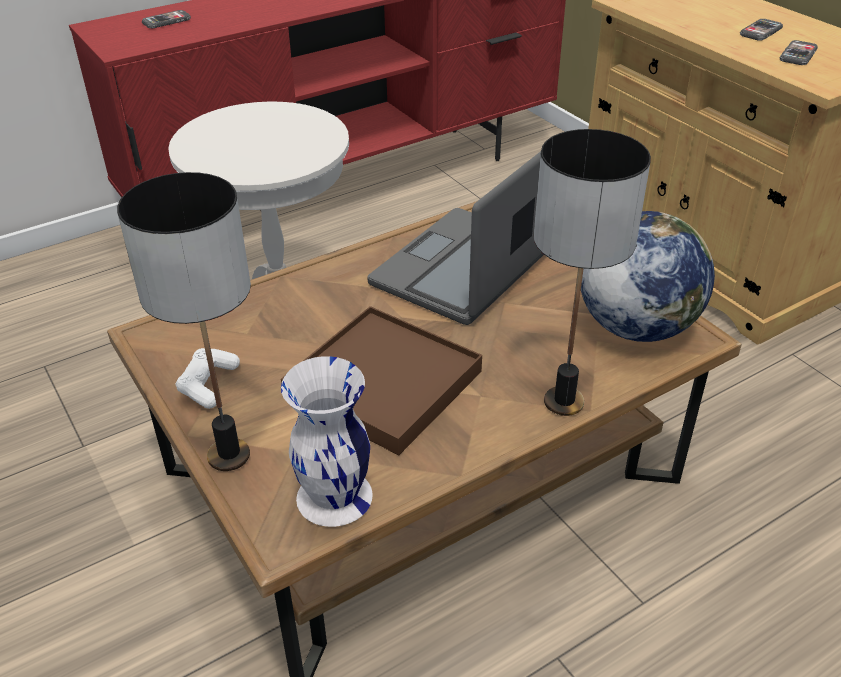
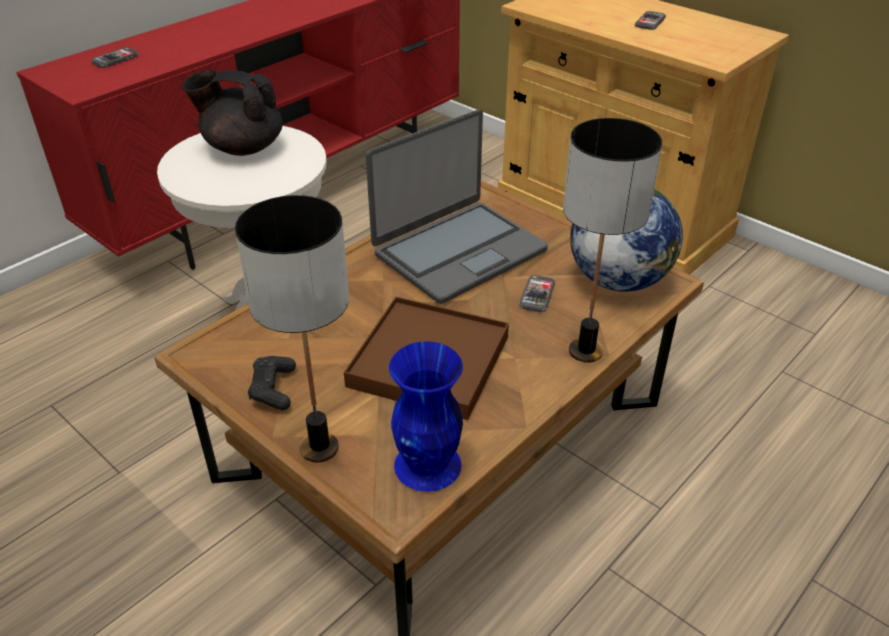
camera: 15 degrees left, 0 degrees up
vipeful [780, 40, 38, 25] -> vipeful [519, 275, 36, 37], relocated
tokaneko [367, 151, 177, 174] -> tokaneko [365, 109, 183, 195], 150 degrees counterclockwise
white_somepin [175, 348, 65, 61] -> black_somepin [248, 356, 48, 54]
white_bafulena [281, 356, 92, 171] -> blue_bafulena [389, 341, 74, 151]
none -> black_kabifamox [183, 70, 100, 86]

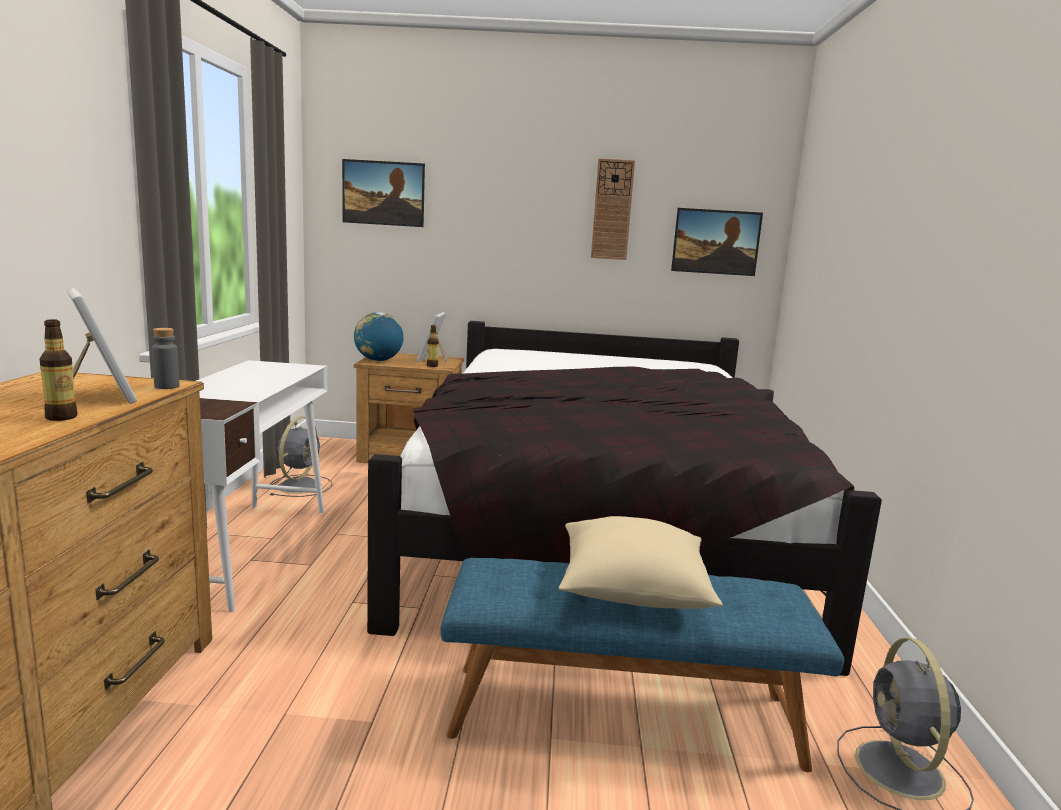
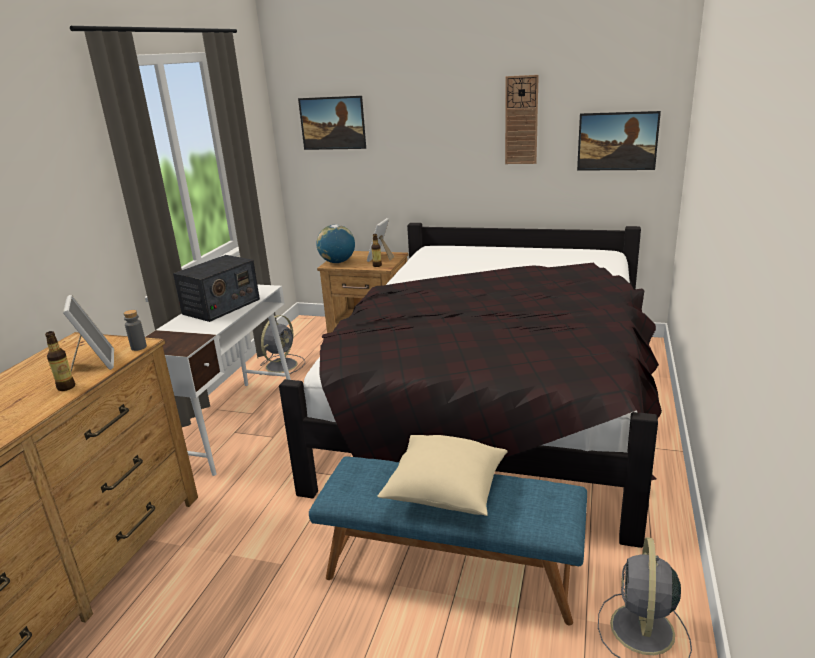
camera: 15 degrees right, 10 degrees up
none -> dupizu [173, 255, 87, 67]

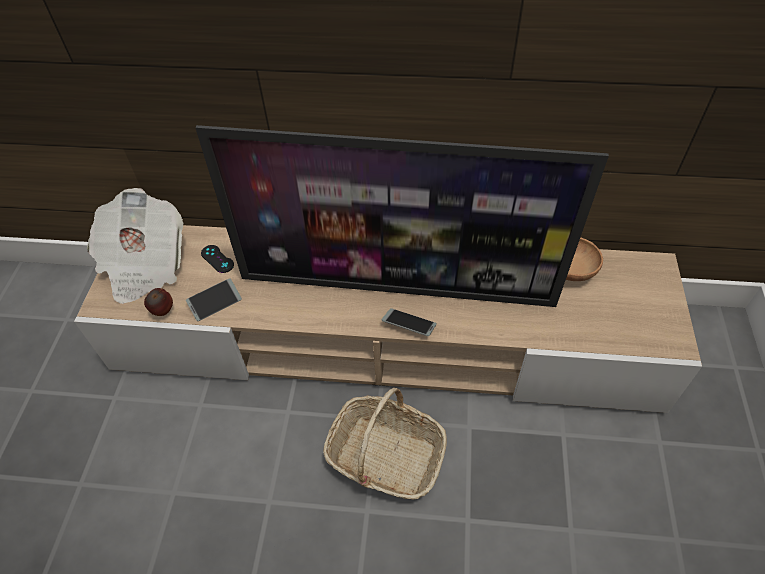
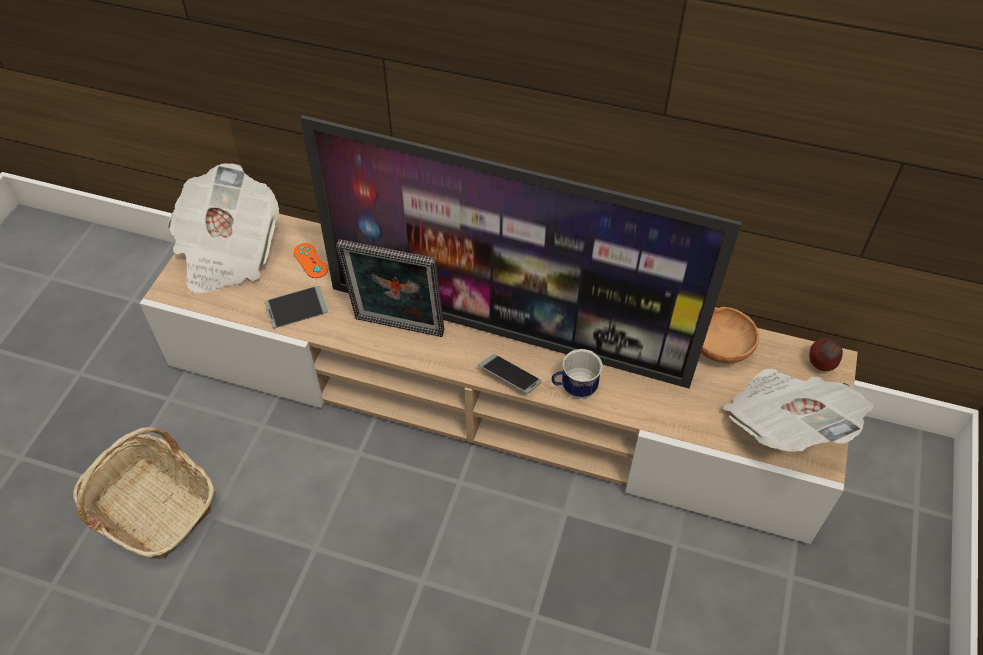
camera: 10 degrees right, 0 degrees up
black_somepin [201, 245, 33, 28] -> orange_somepin [294, 243, 34, 35]
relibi [144, 288, 29, 28] -> relibi [809, 338, 34, 33], relocated
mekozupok [323, 388, 124, 111] -> mekozupok [73, 427, 142, 132], relocated
none -> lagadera [336, 239, 109, 98]
none -> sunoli [552, 349, 51, 50]
none -> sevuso [722, 368, 152, 84]

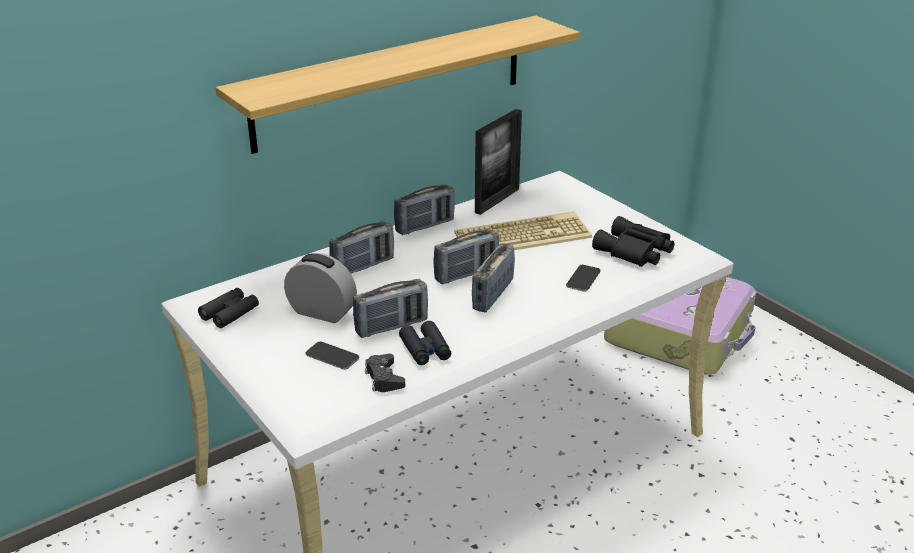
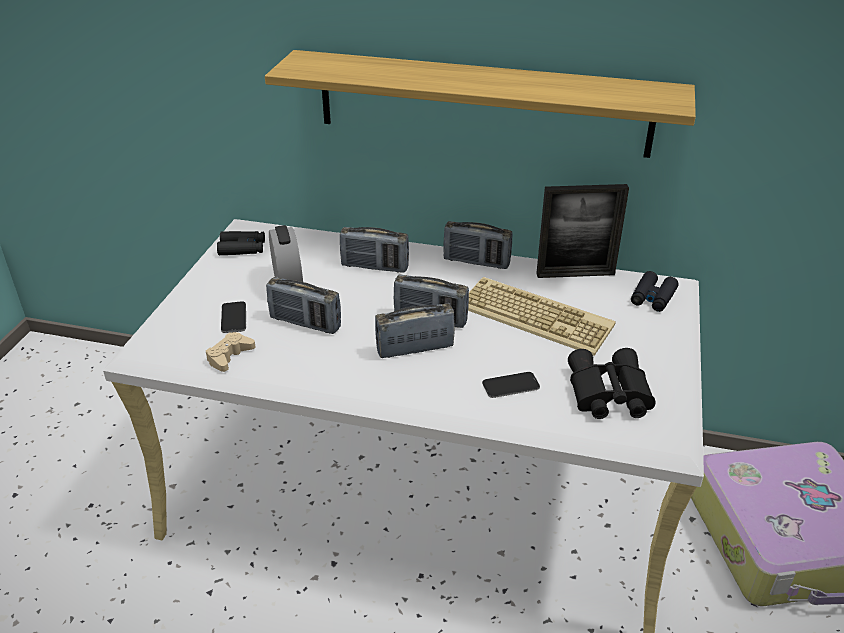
camera: 50 degrees right, 5 degrees up
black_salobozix [399, 321, 52, 44] -> black_salobozix [631, 271, 48, 41], relocated
black_somepin [365, 354, 40, 38] -> beige_somepin [206, 332, 49, 40]

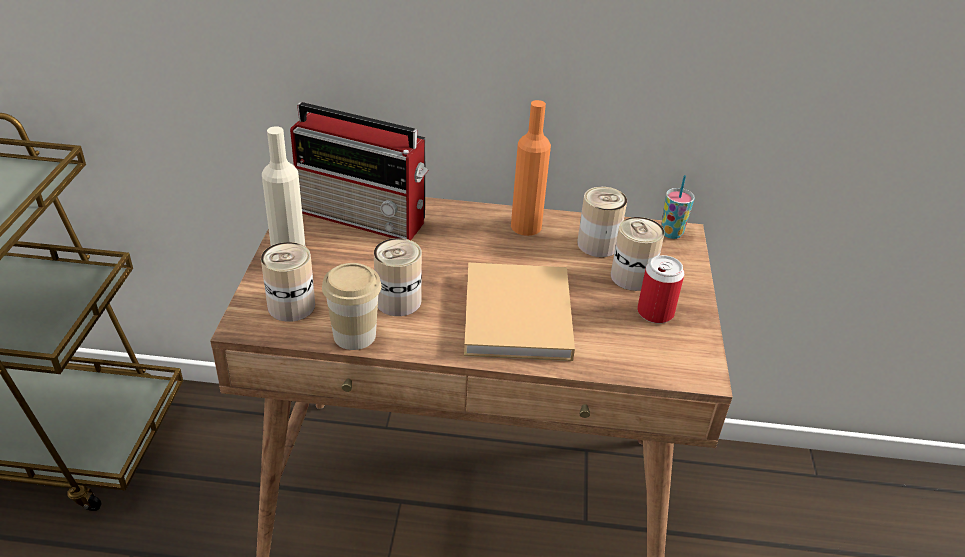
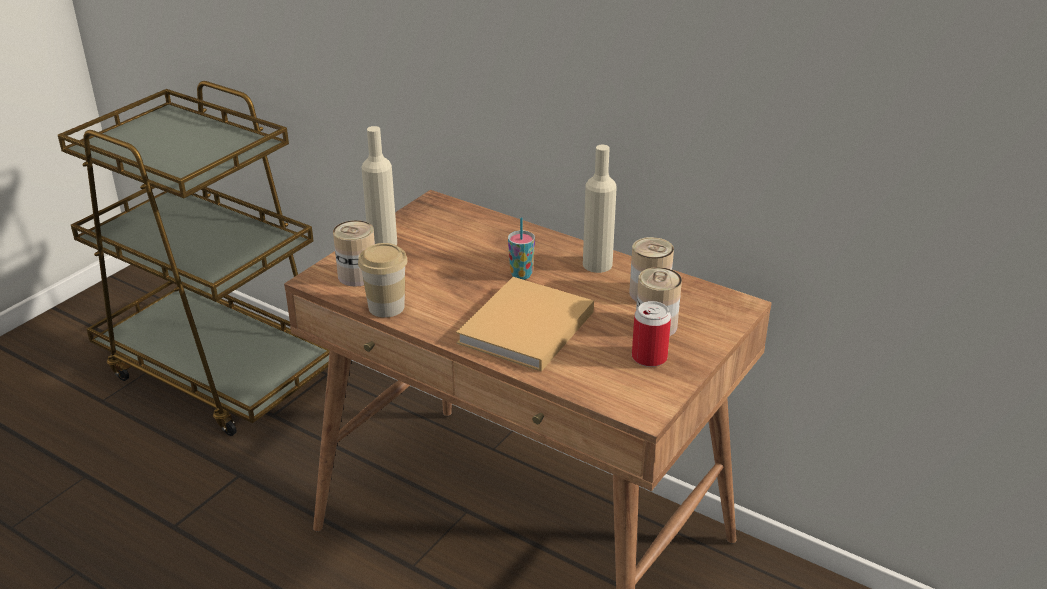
camera: 30 degrees right, 5 degrees down
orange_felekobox [511, 100, 40, 136] -> beige_felekobox [583, 145, 34, 128]
dupizu [290, 102, 138, 138] -> none
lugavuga [661, 175, 34, 64] -> lugavuga [508, 217, 27, 63], relocated
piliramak [374, 238, 48, 78] -> none

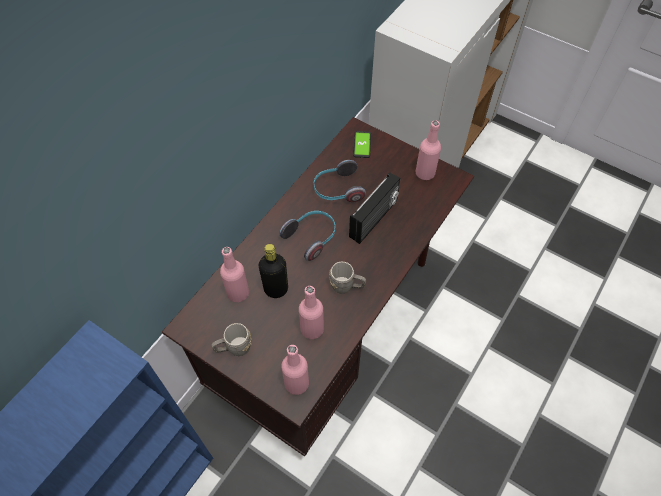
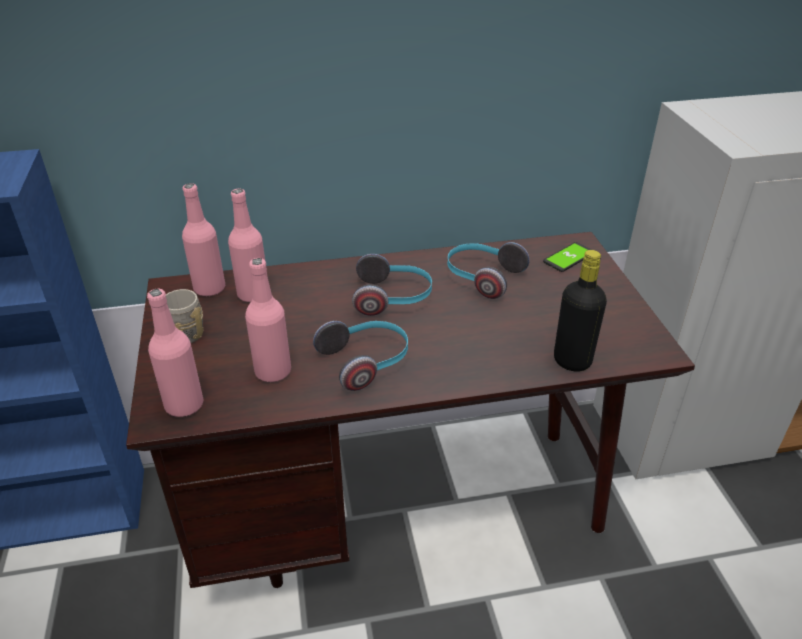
camera: 45 degrees right, 20 degrees down
pink_felekobox [416, 120, 25, 60] -> pink_felekobox [182, 183, 43, 113], relocated
dupizu [349, 172, 52, 72] -> none
black_felekobox [258, 244, 30, 54] -> black_felekobox [554, 250, 53, 122], relocated
grey_sunoli [329, 262, 37, 32] -> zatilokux [313, 321, 95, 70]

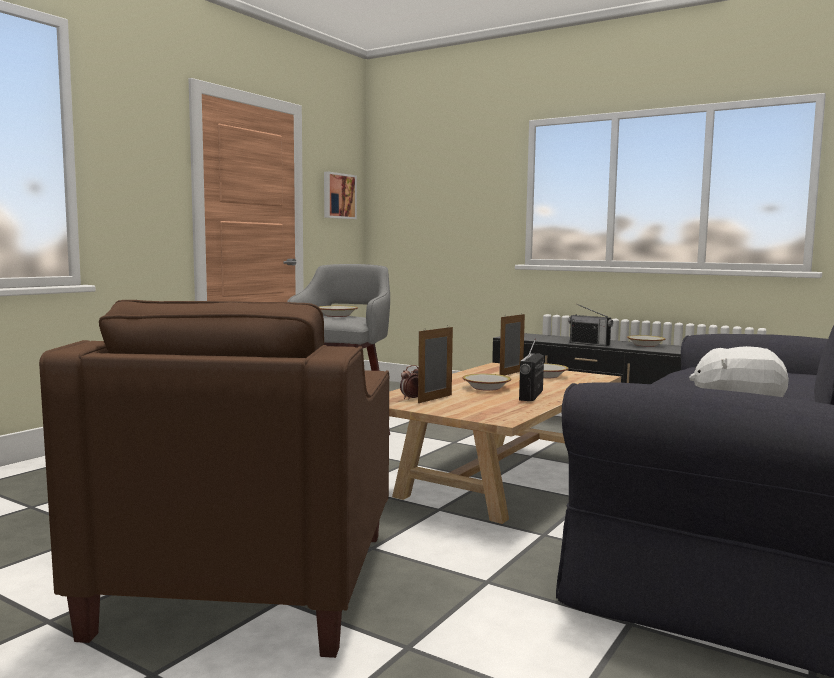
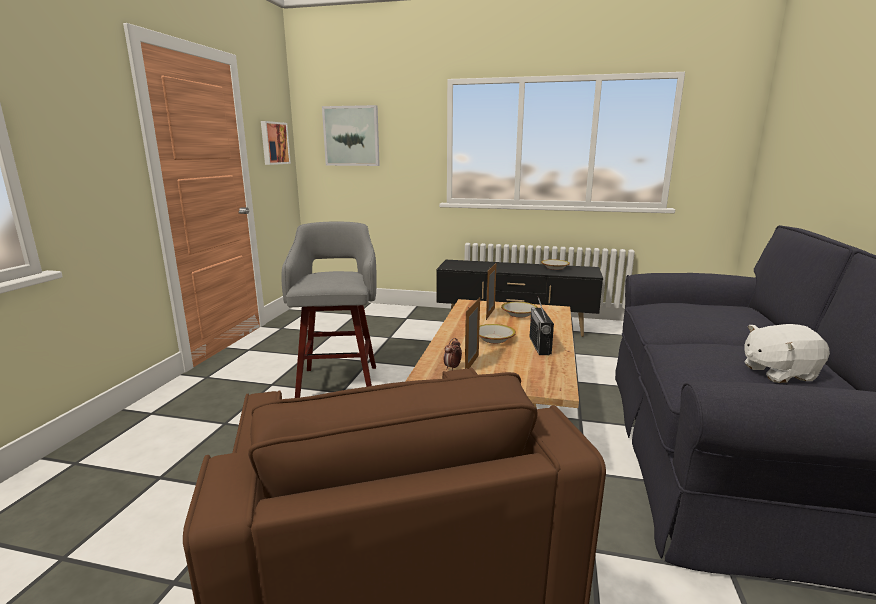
camera: 20 degrees left, 10 degrees up
dupizu [568, 304, 45, 42] -> none
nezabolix [319, 306, 39, 11] -> none
none -> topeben [322, 105, 58, 61]

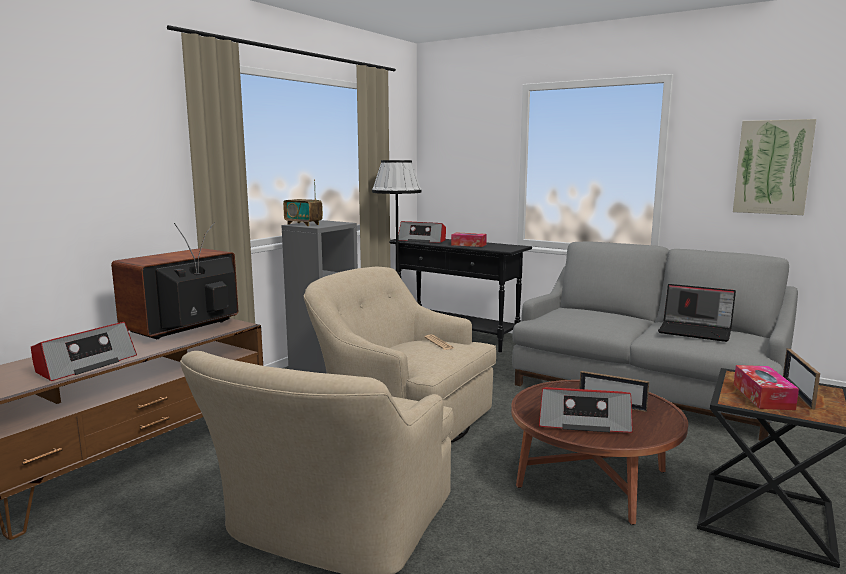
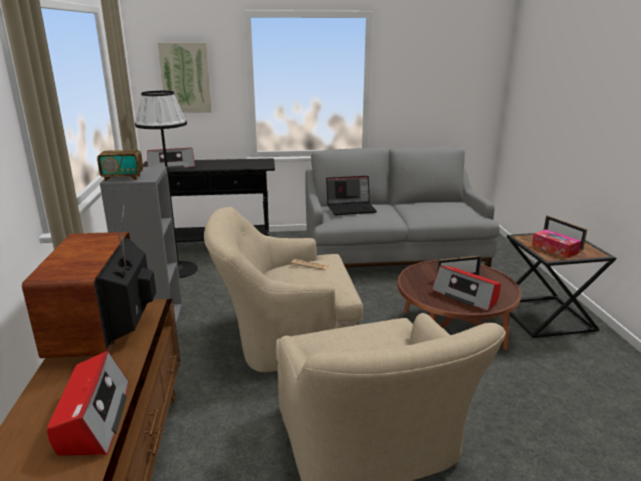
camera: 40 degrees left, 10 degrees up
topeben [733, 119, 83, 96] -> topeben [158, 42, 54, 71], relocated
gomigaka [451, 232, 36, 15] -> none
tokaneko [658, 284, 78, 58] -> tokaneko [326, 176, 51, 39], relocated
dupizu [539, 387, 94, 46] -> dupizu [432, 266, 69, 45], 75 degrees clockwise

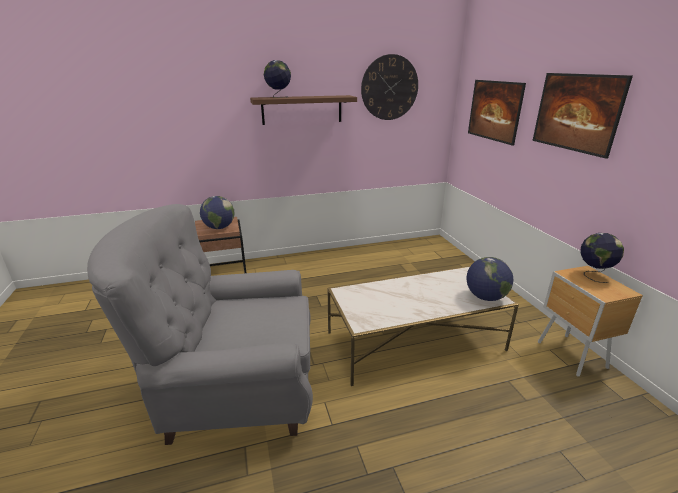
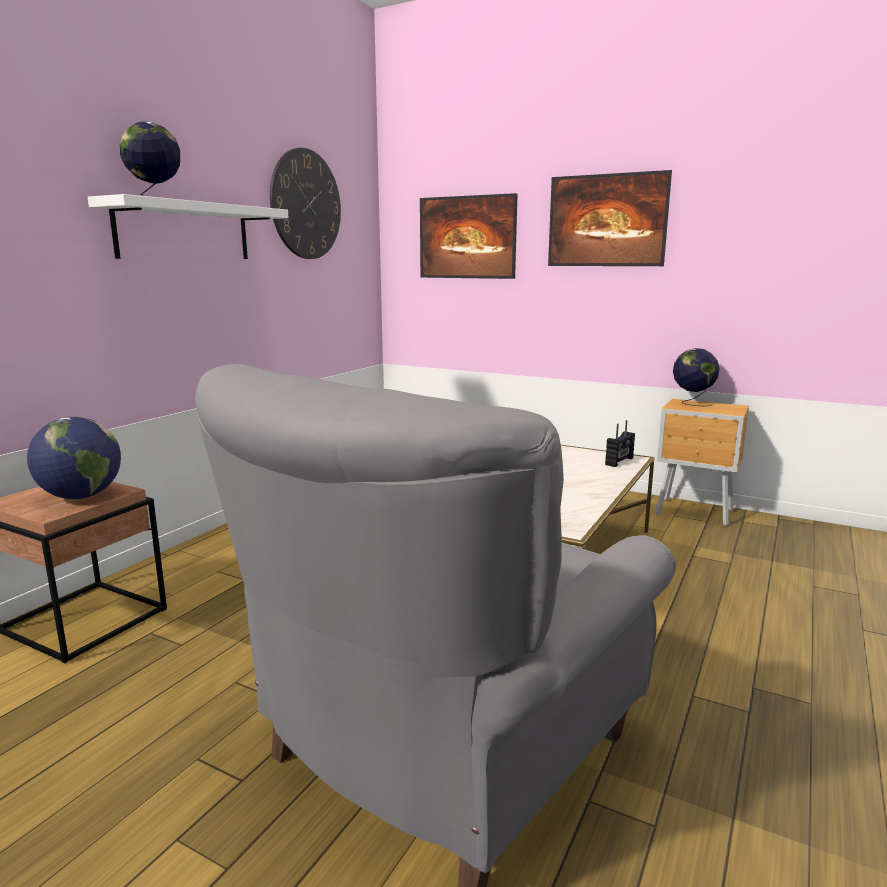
camera: 45 degrees left, 10 degrees down
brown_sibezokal [250, 95, 107, 30] -> white_sibezokal [88, 194, 201, 65]
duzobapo [466, 257, 47, 44] -> dupizu [605, 420, 30, 47]

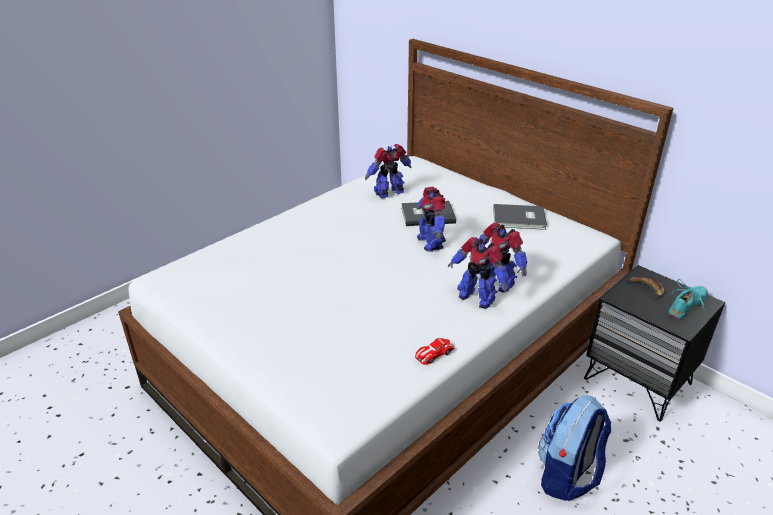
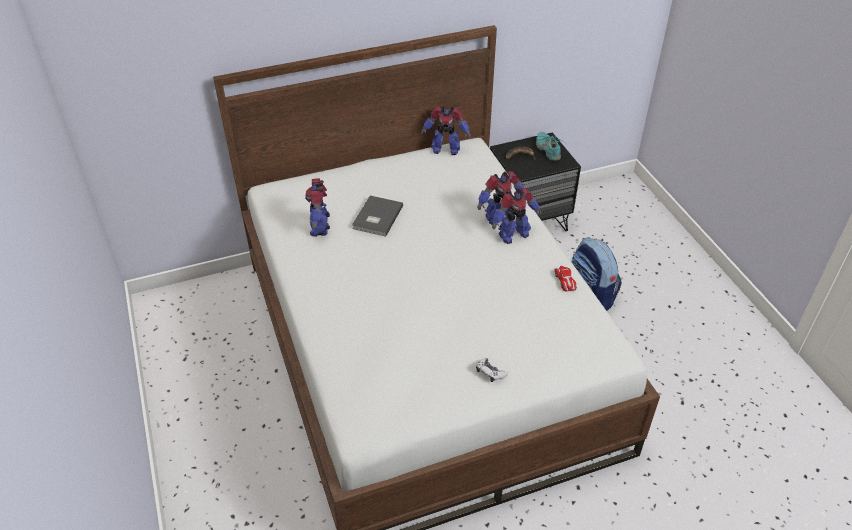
camera: 65 degrees left, 10 degrees up
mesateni [417, 187, 29, 65] -> mesateni [421, 106, 50, 49], relocated
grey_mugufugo [493, 204, 54, 26] -> none
none -> somepin [476, 358, 32, 24]

